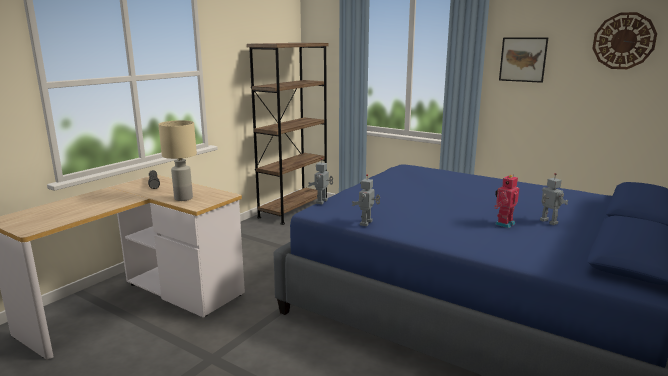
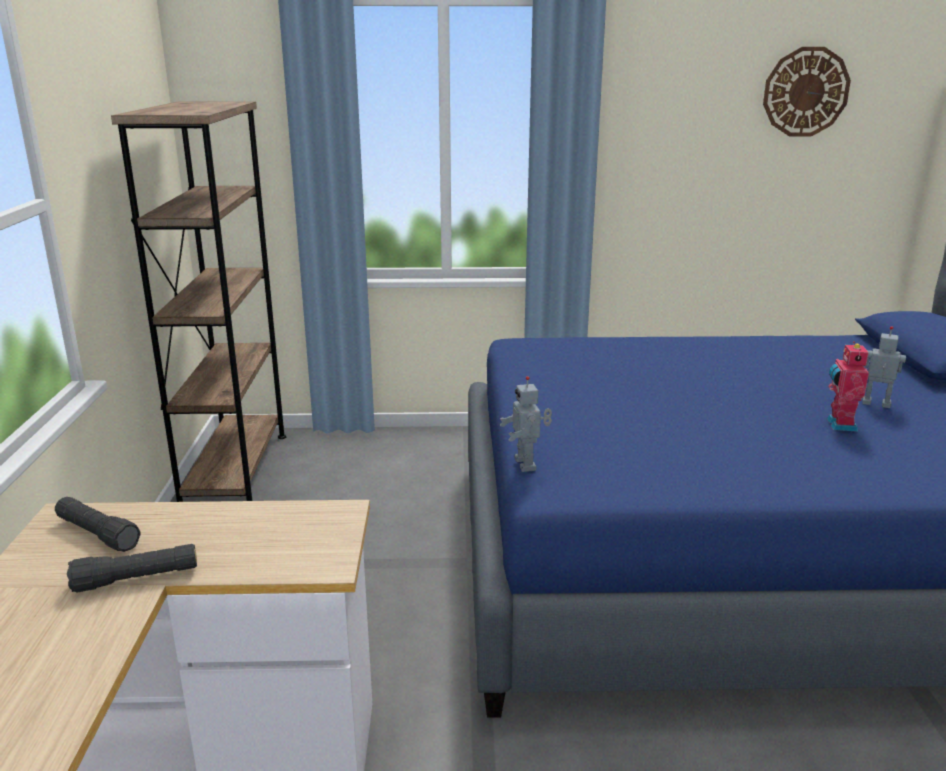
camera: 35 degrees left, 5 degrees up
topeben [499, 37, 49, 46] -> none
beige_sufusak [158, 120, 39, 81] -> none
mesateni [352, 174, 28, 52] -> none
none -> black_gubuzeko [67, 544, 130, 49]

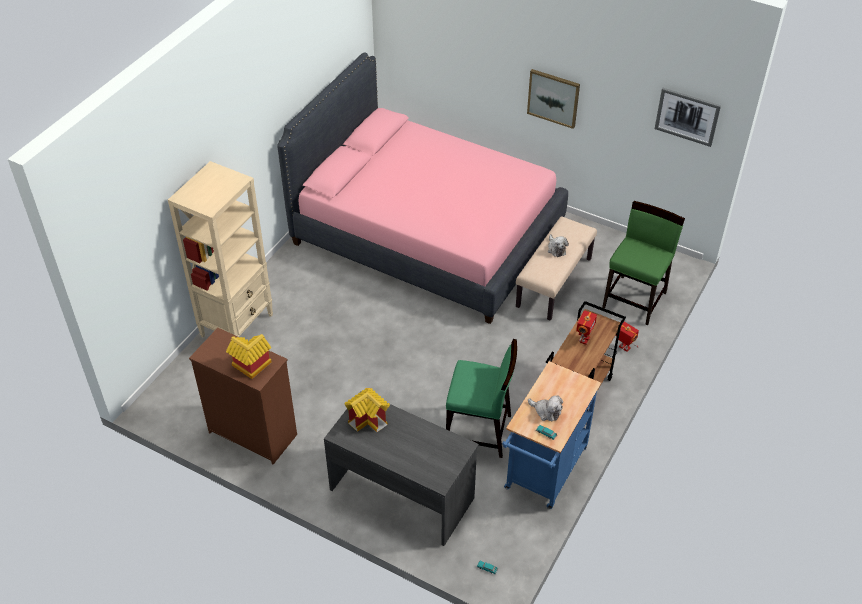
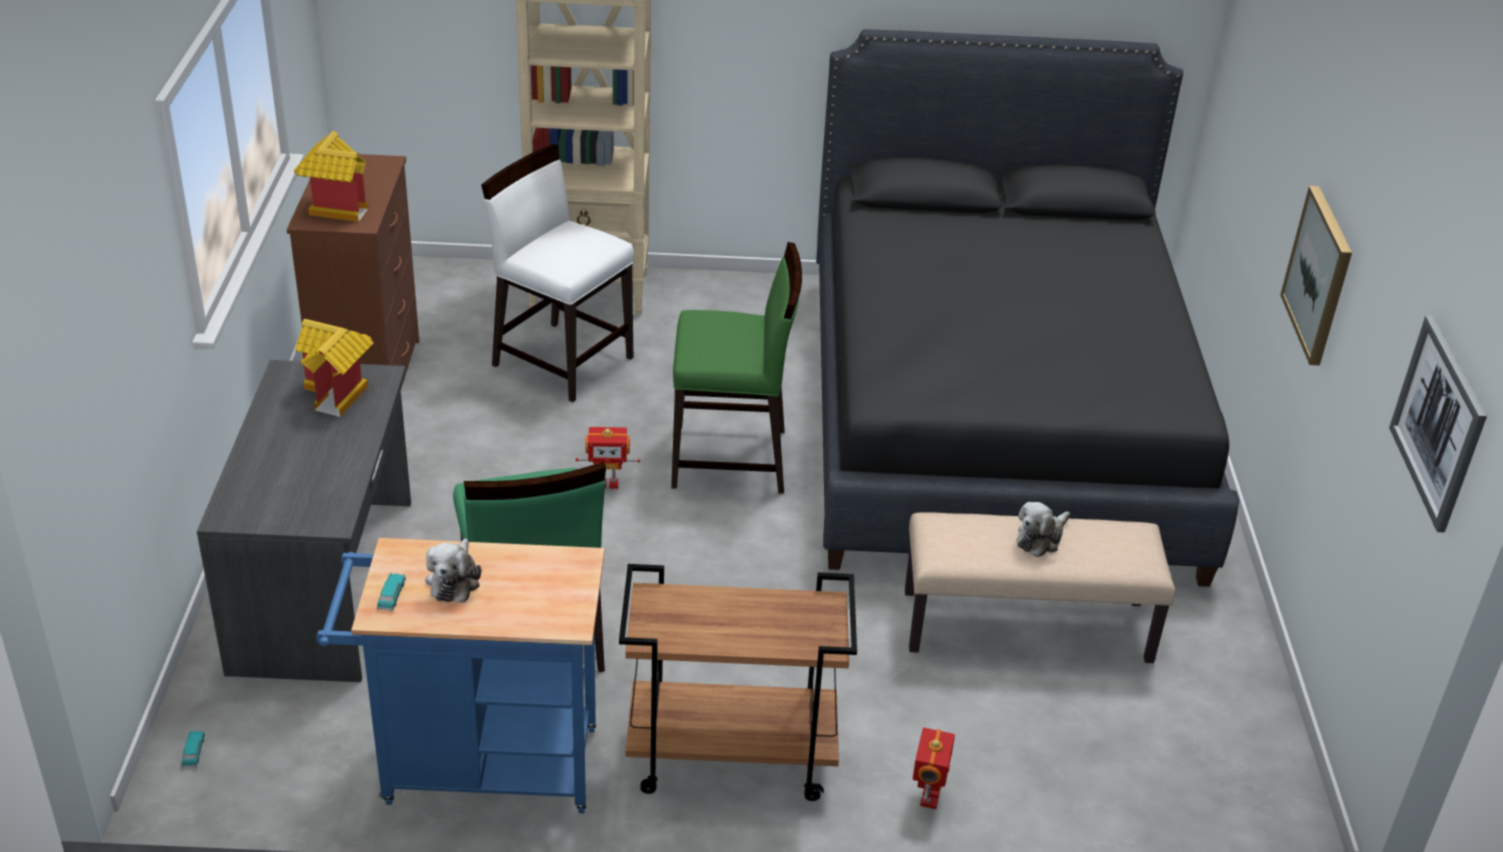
camera: 60 degrees right, 10 degrees down
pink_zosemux [277, 53, 291, 271] -> black_zosemux [816, 29, 424, 558]
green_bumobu [602, 201, 83, 124] -> green_bumobu [671, 242, 131, 252], relocated
mesateni [576, 310, 21, 35] -> mesateni [575, 427, 65, 62], relocated
none -> white_bumobu [481, 144, 153, 258]

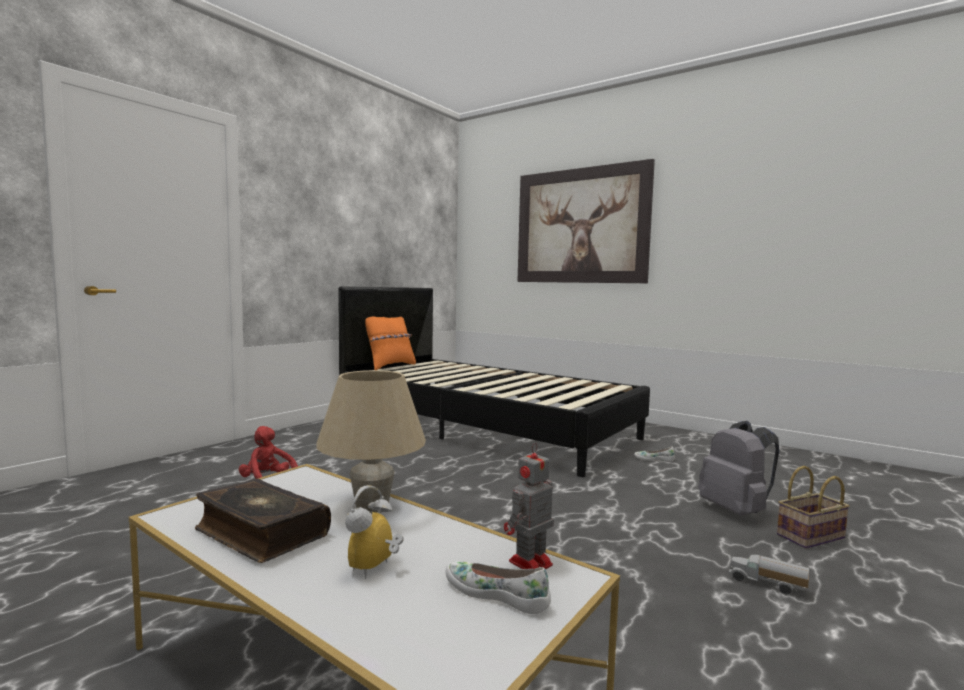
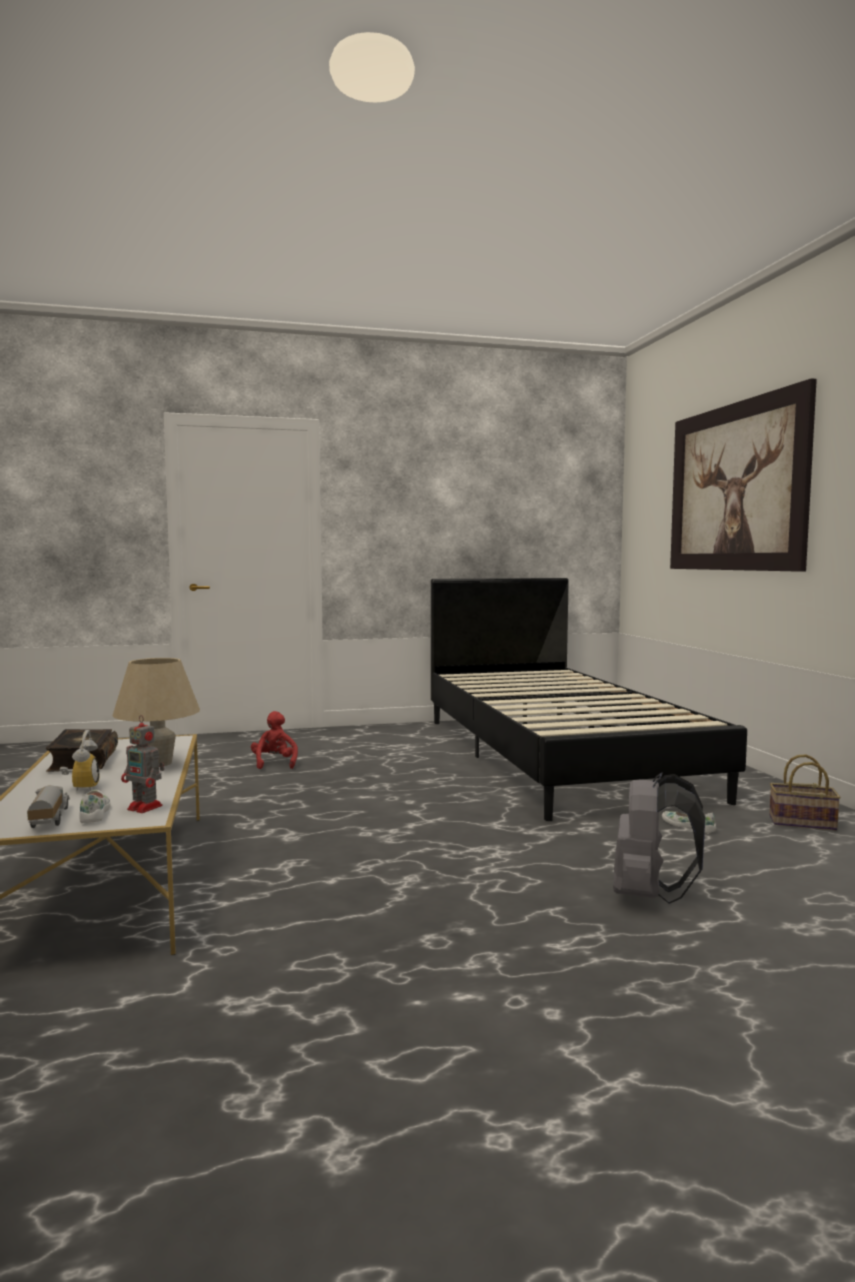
camera: 40 degrees right, 0 degrees up
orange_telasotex [365, 317, 51, 53] -> none
mesateni [504, 442, 50, 127] -> mesateni [121, 715, 43, 98], 150 degrees counterclockwise
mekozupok [777, 466, 73, 83] -> mekozupok [769, 755, 72, 75], relocated
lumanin [345, 485, 59, 94] -> lumanin [60, 730, 39, 62], 105 degrees clockwise
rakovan [729, 555, 80, 39] -> rakovan [27, 785, 43, 43], relocated

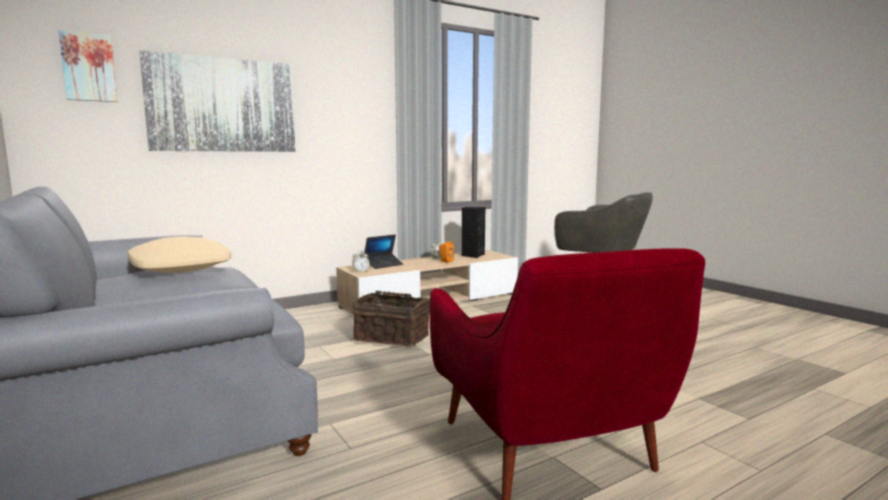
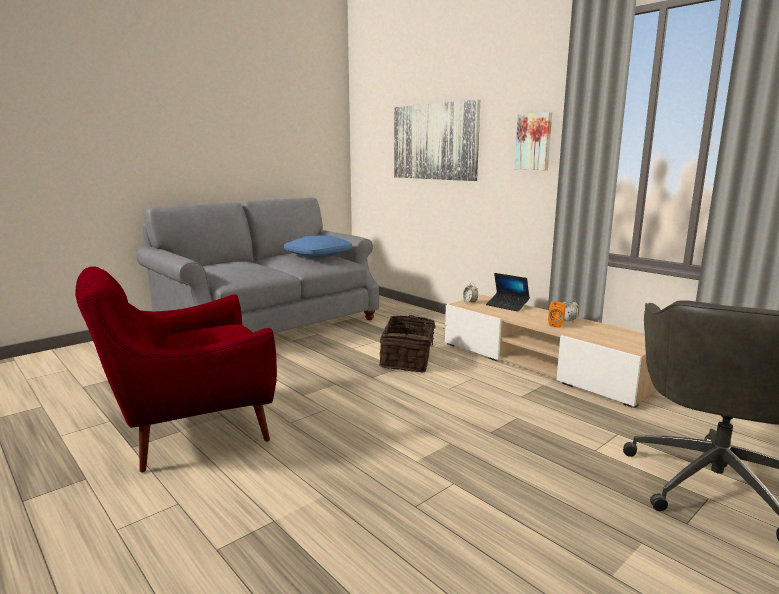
camera: 80 degrees right, 5 degrees up
topeben [59, 30, 59, 72] -> topeben [515, 112, 37, 58], relocated
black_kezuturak [462, 207, 23, 51] -> none
beige_telasotex [128, 236, 103, 37] -> blue_telasotex [284, 235, 68, 22]

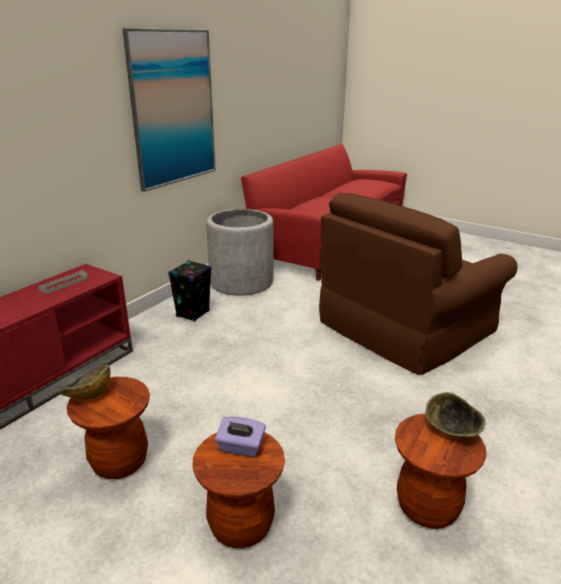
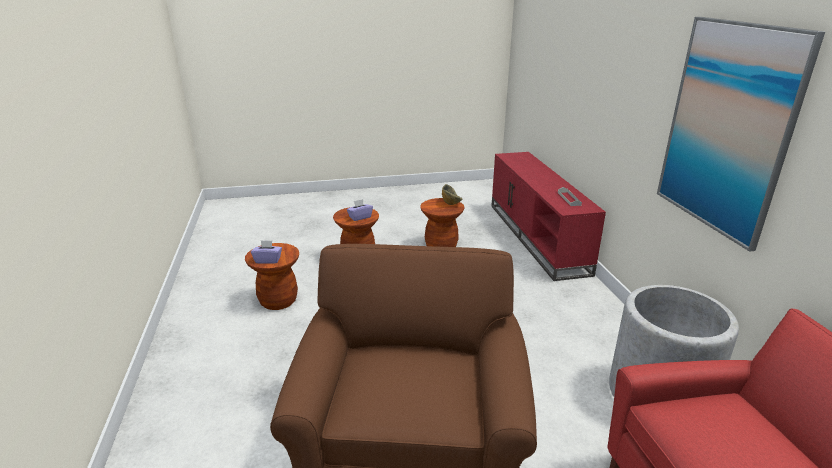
camera: 135 degrees right, 0 degrees up
black_kezuturak [168, 260, 44, 62] -> none
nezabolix [426, 392, 59, 45] -> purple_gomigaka [251, 240, 31, 24]

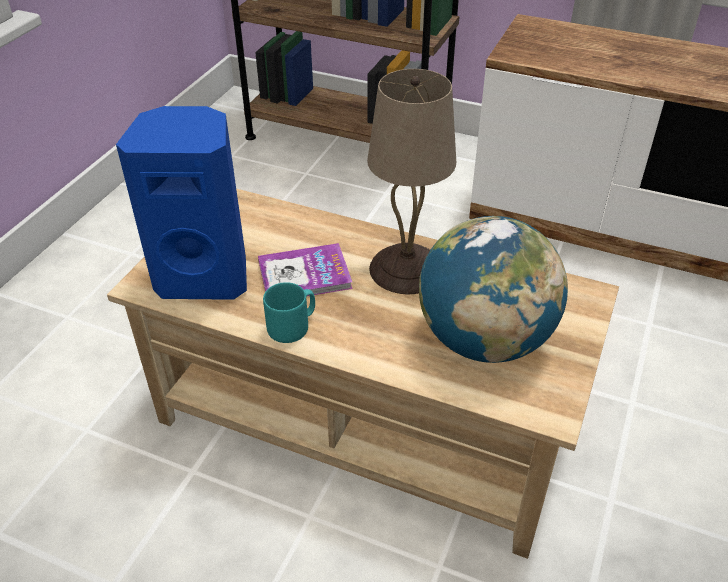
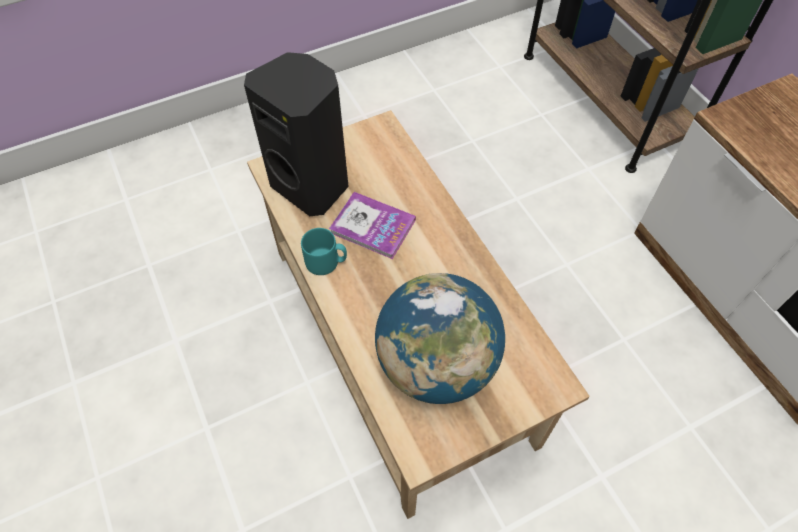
camera: 40 degrees right, 15 degrees up
beige_sufusak [367, 69, 89, 226] -> none
blue_kezuturak [116, 106, 131, 194] -> black_kezuturak [244, 52, 105, 164]

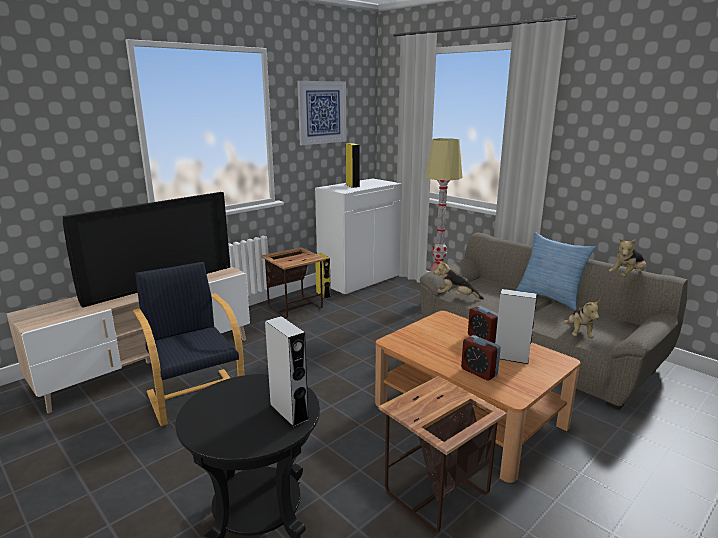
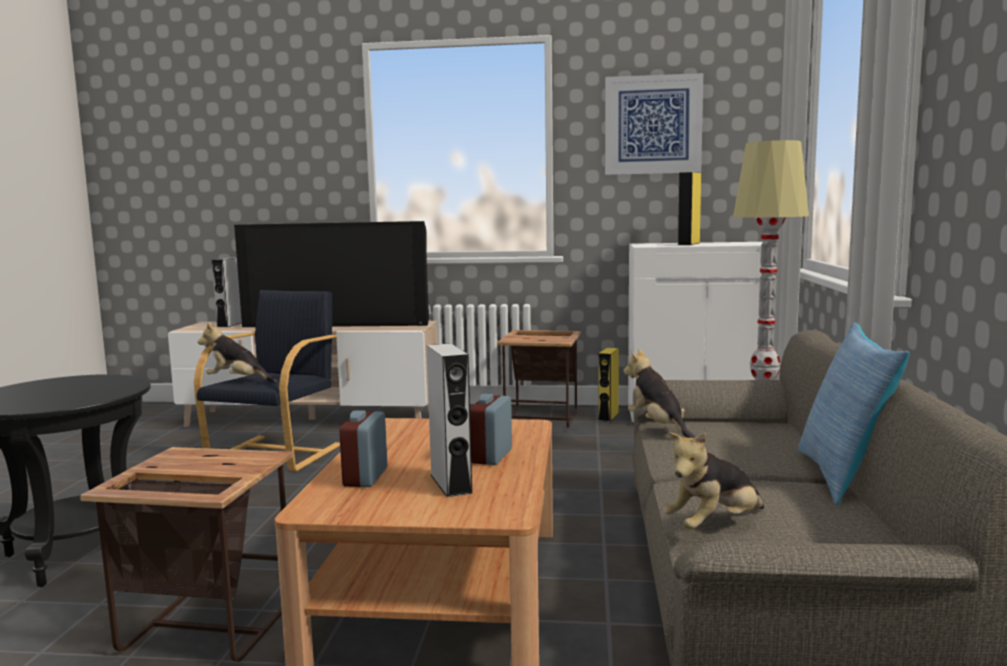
camera: 50 degrees right, 10 degrees down
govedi [609, 239, 38, 38] -> govedi [198, 323, 79, 60], relocated
grey_kezuturak [265, 316, 44, 111] -> grey_kezuturak [211, 257, 31, 70], relocated

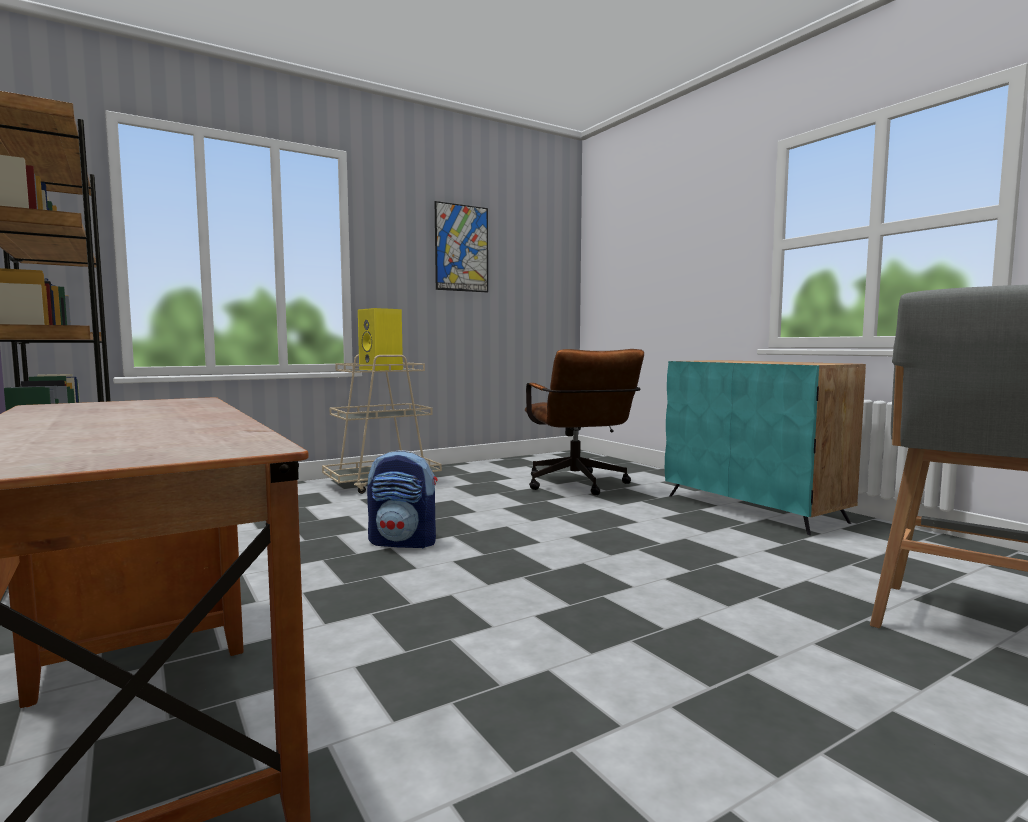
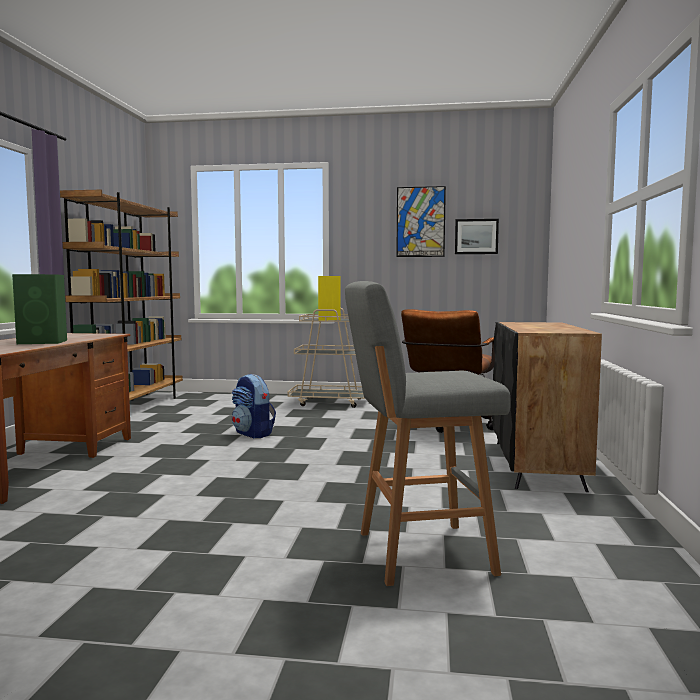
camera: 40 degrees right, 0 degrees up
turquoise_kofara [665, 360, 201, 175] -> black_kofara [492, 322, 110, 170]
none -> topeben [455, 219, 44, 35]
none -> green_kezuturak [12, 274, 55, 70]

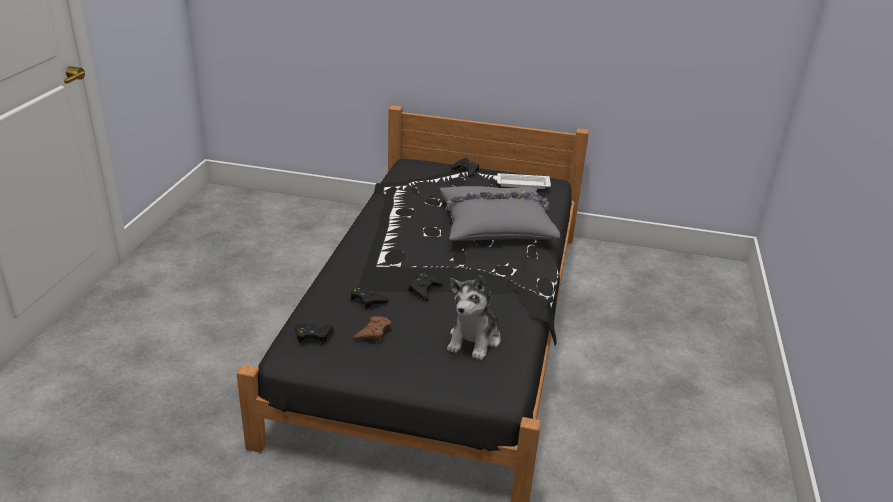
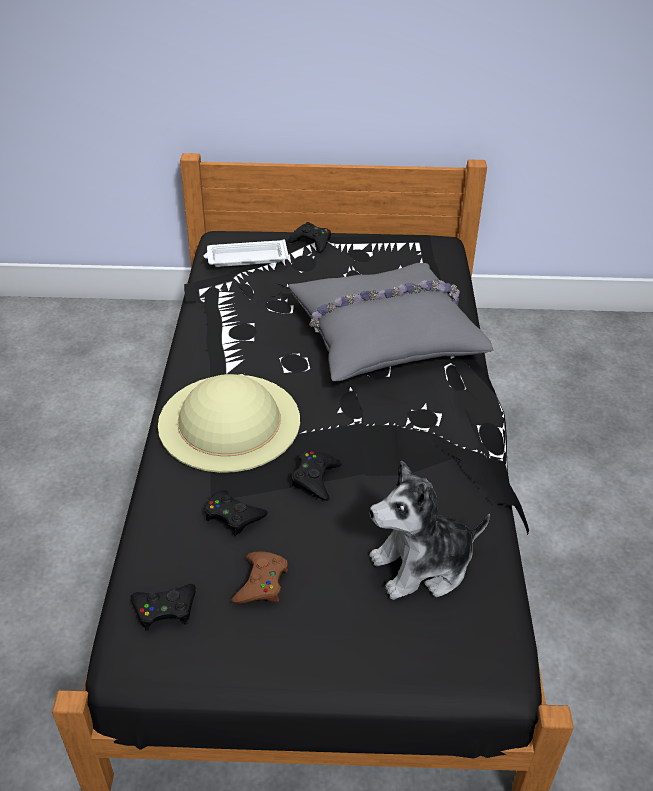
camera: 10 degrees left, 10 degrees up
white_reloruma [494, 173, 57, 16] -> white_reloruma [204, 239, 85, 28], relocated
govedi [447, 276, 54, 84] -> govedi [369, 460, 121, 140], 60 degrees clockwise
none -> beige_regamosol [158, 374, 142, 99]

